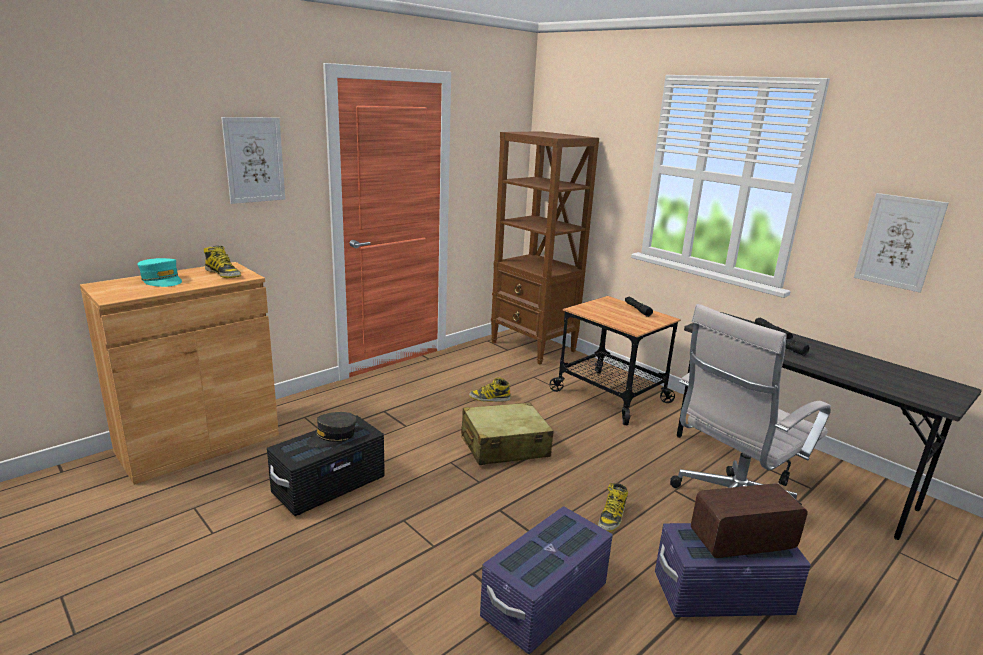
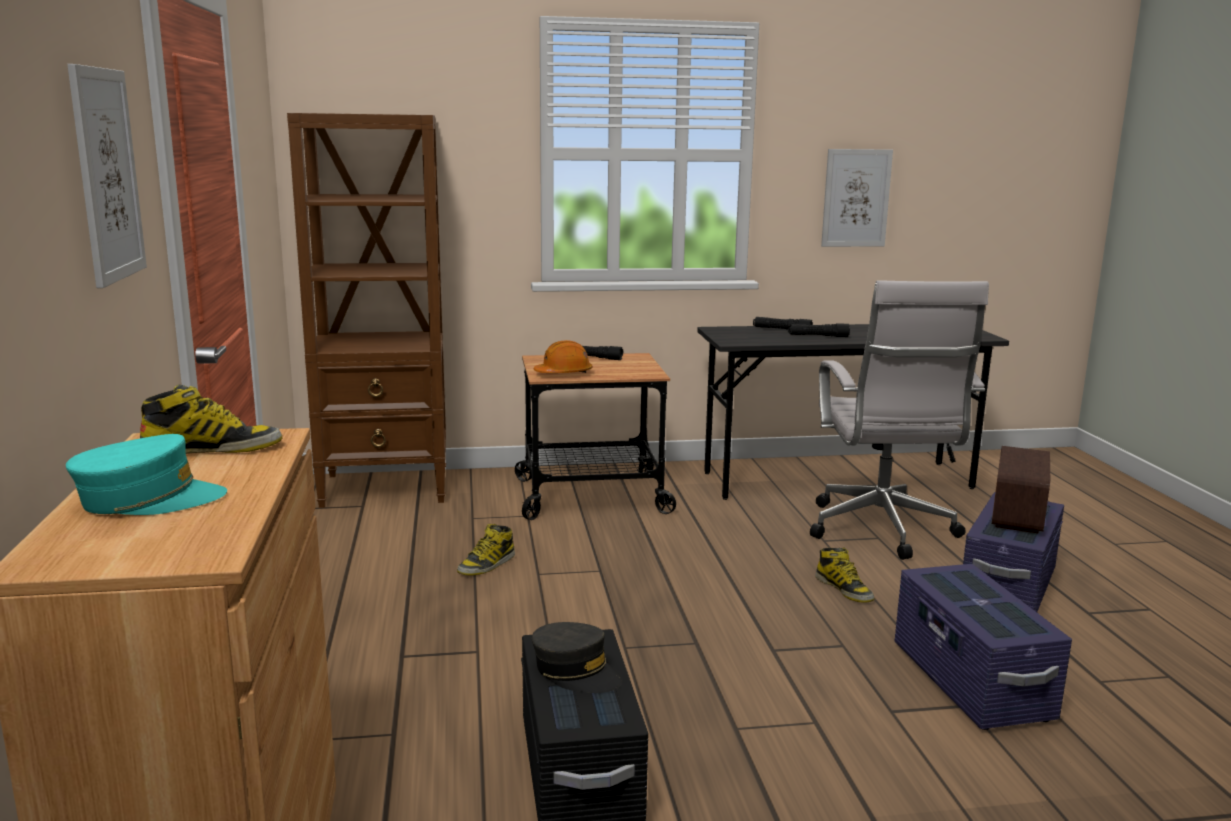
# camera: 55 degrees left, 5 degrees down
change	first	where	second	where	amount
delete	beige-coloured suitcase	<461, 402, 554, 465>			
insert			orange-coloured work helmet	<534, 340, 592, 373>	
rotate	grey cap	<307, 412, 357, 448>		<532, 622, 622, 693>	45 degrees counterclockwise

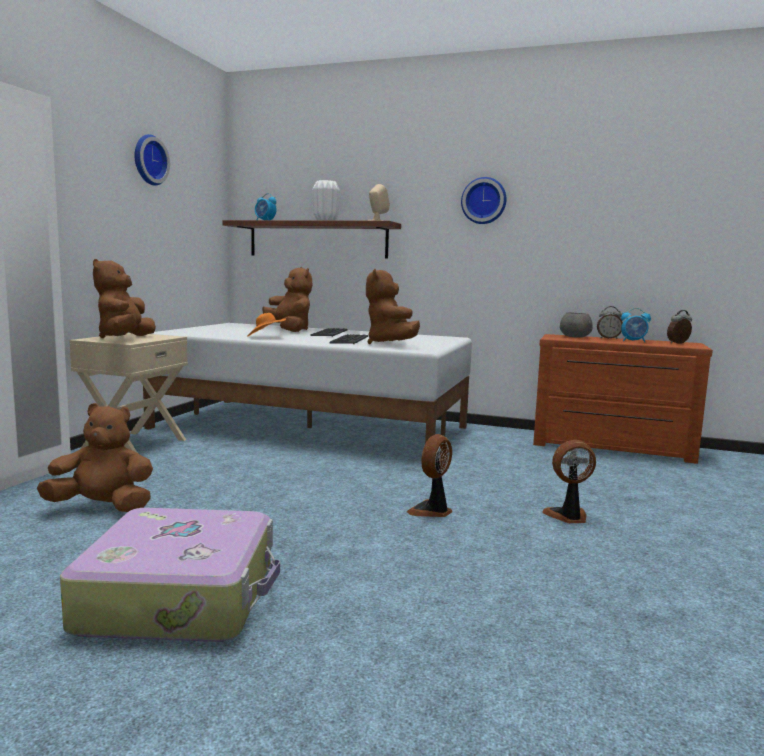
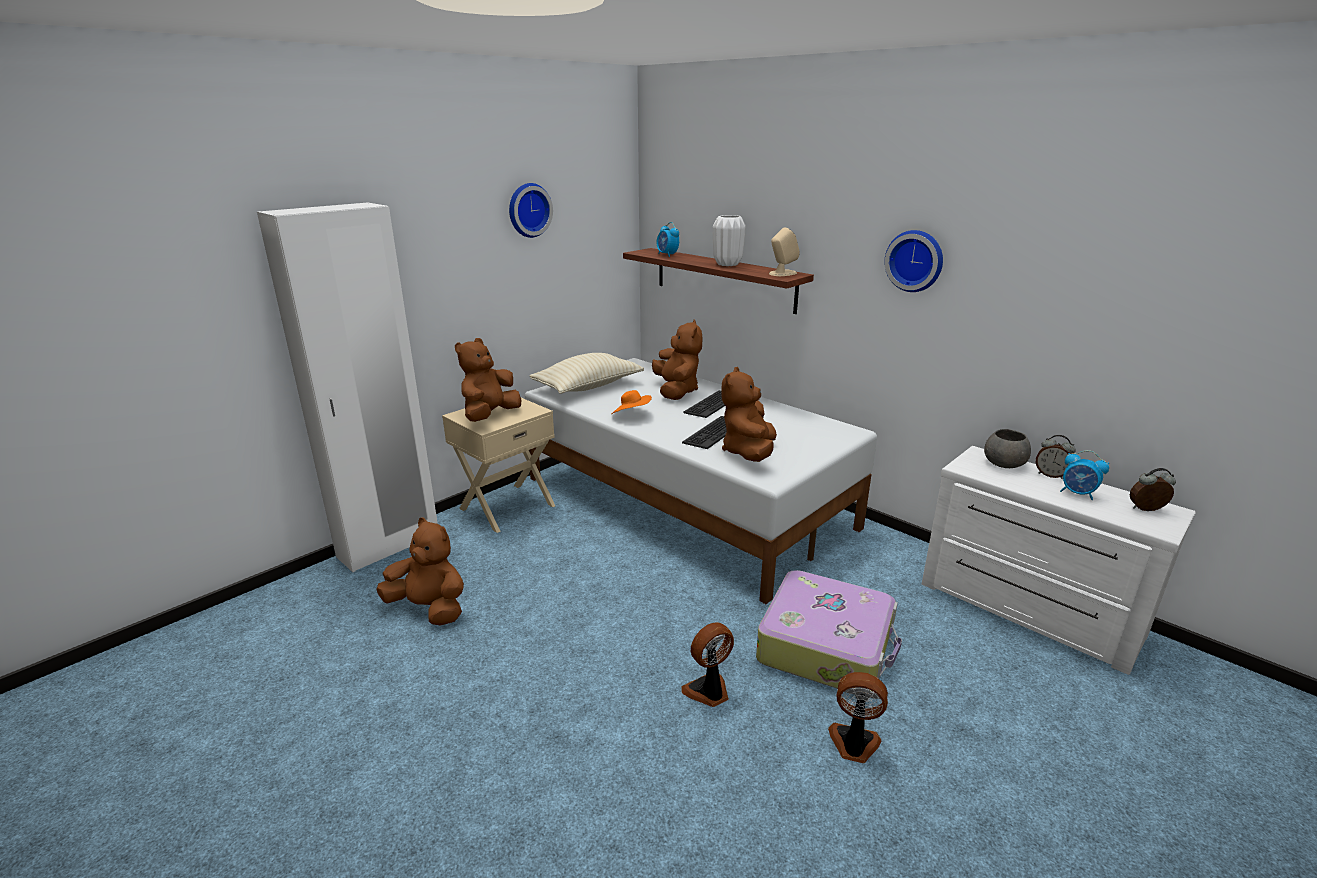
# camera: 25 degrees right, 15 degrees up
change	first	where	second	where	amount
insert			beige-coloured cushion	<529, 353, 644, 394>	
move	suitcase	<60, 508, 280, 642>		<756, 570, 902, 691>	
recolor	brown dresser	<533, 334, 713, 464>	white-coloured dresser	<922, 446, 1196, 675>	

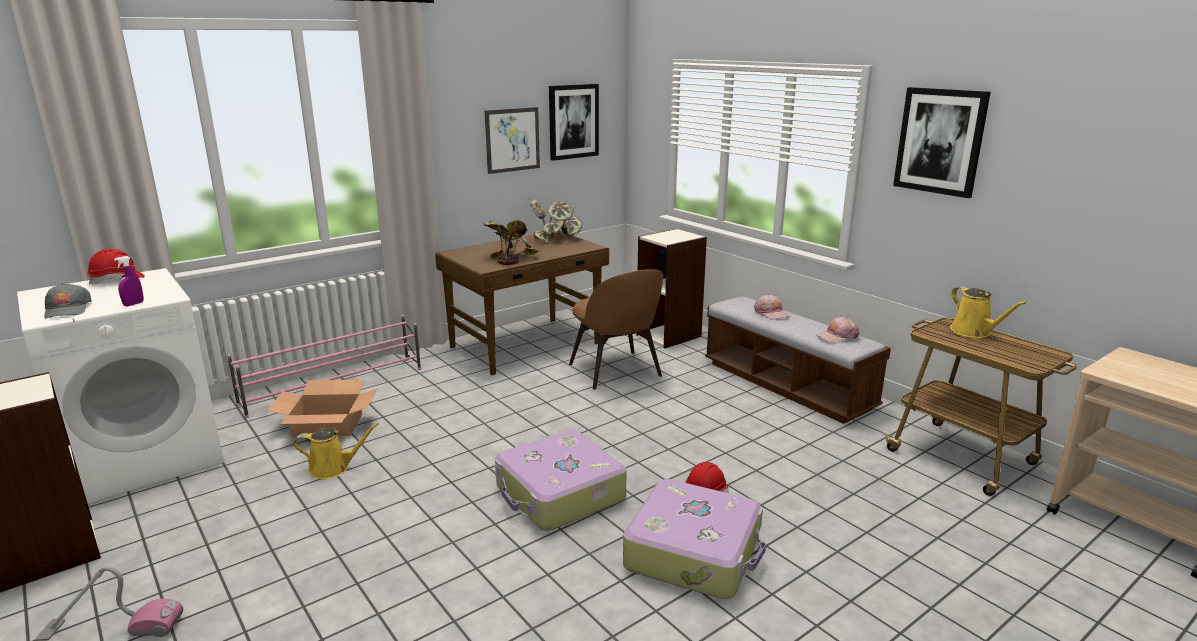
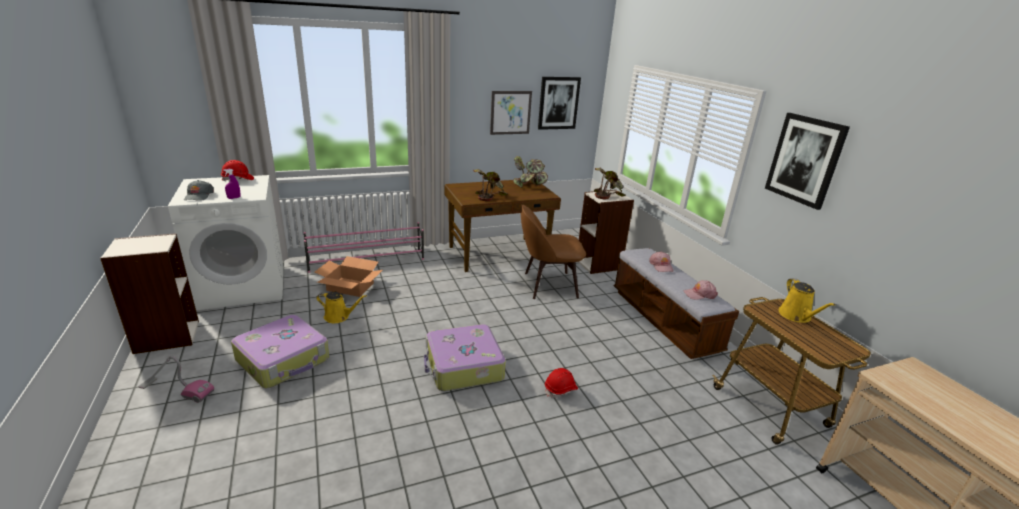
# camera: 15 degrees right, 5 degrees up
change	first	where	second	where	amount
insert			houseplant	<594, 168, 625, 199>	
move	suitcase	<623, 479, 766, 599>		<231, 315, 329, 388>	
rotate	brown upright chair	<569, 269, 664, 390>		<521, 204, 586, 299>	90 degrees clockwise

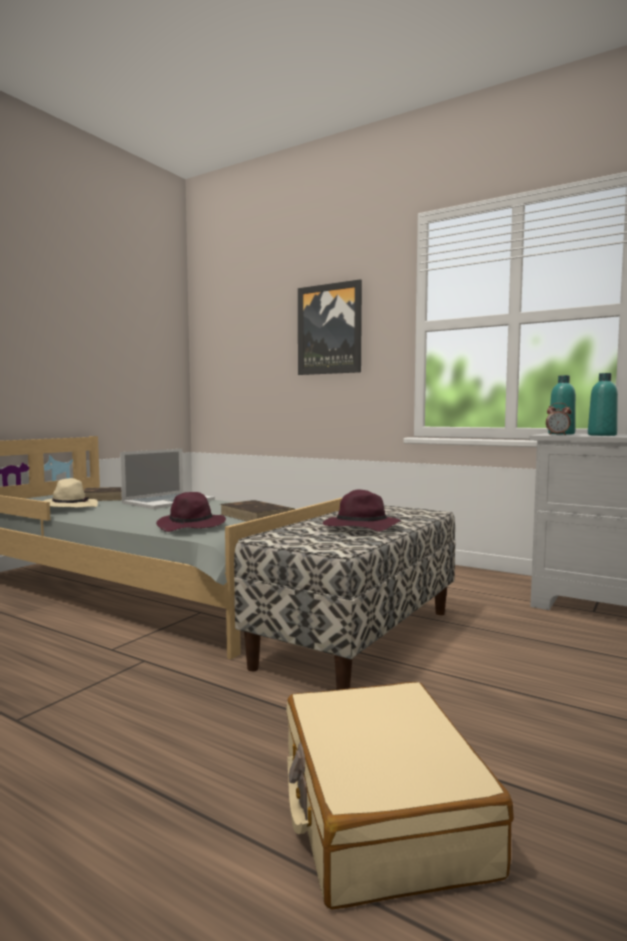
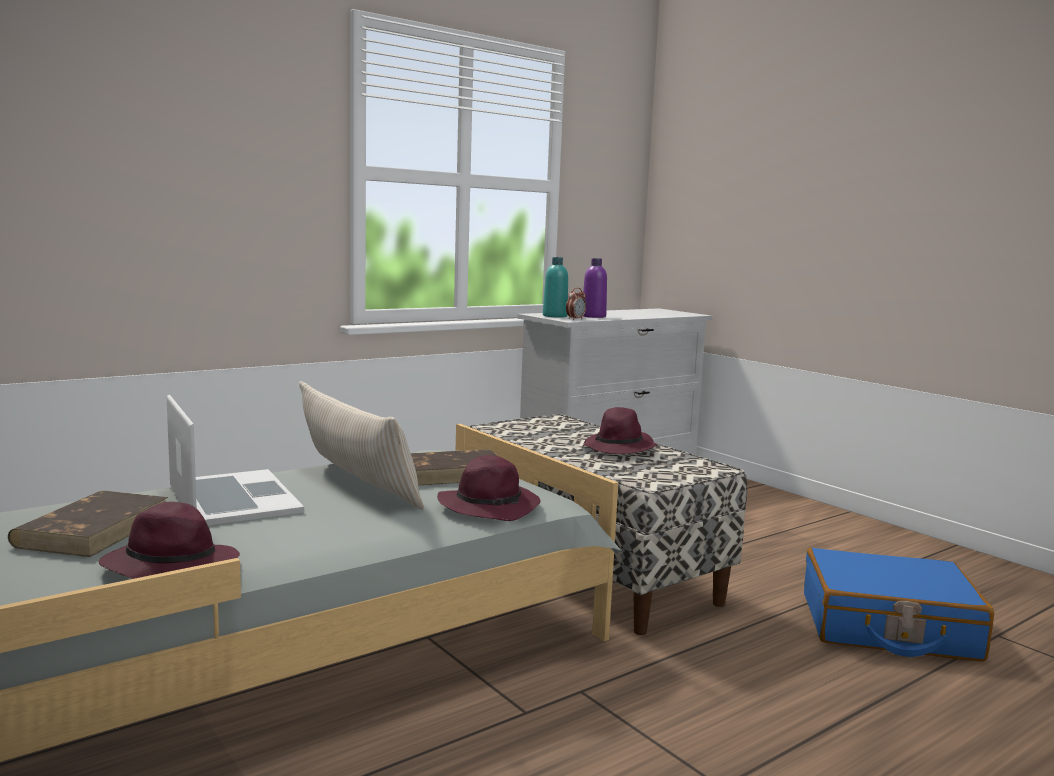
# camera: 70 degrees left, 5 degrees up
change	first	where	second	where	amount
delete	picture	<298, 279, 362, 375>			
insert			beige-coloured cushion	<299, 381, 424, 510>	
recolor	beige-coloured wearable hat	<44, 478, 98, 508>	purplish wearable hat	<99, 502, 240, 579>	
recolor	beige-coloured suitcase	<286, 682, 514, 909>	blue-coloured suitcase	<804, 548, 994, 662>	
recolor	turquoise-coloured drink bottle	<588, 373, 618, 436>	purplish drink bottle	<583, 258, 607, 318>	

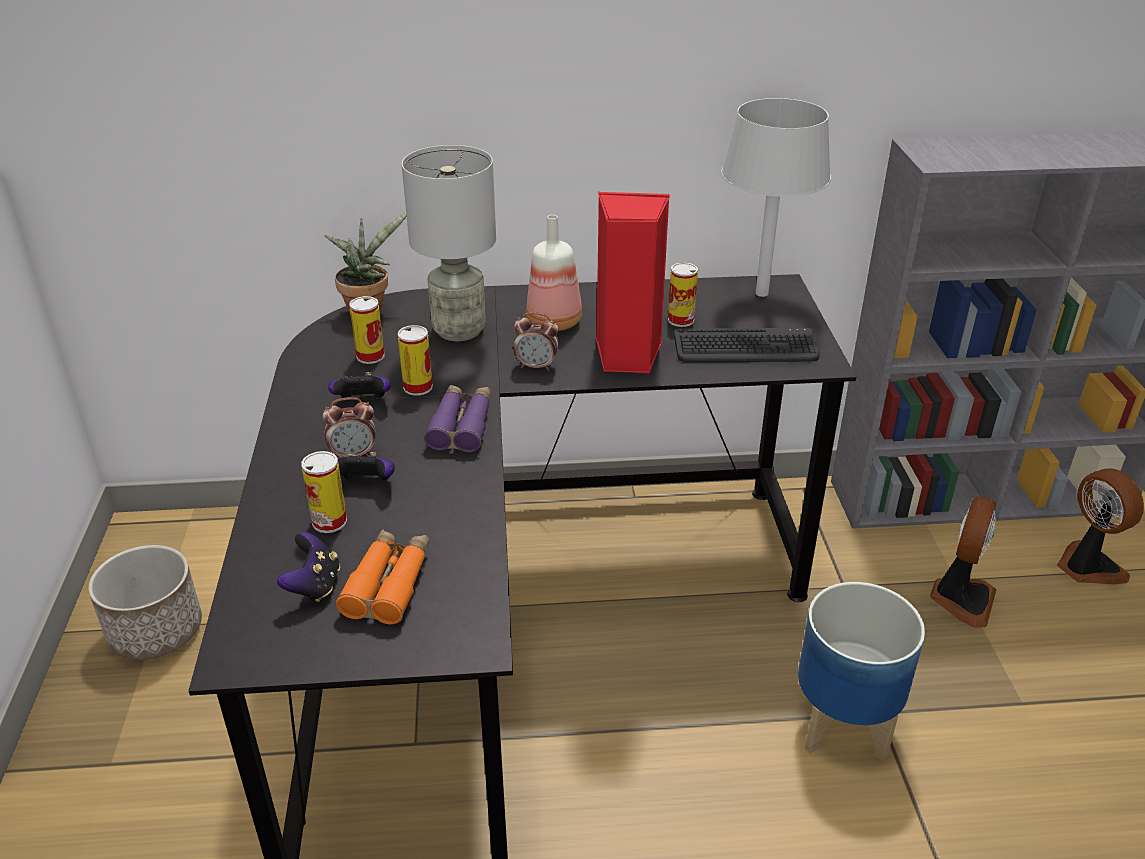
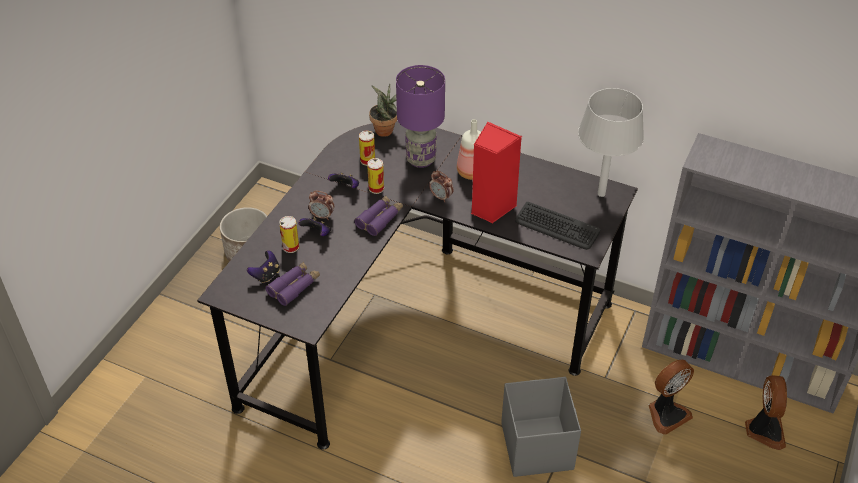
# camera: 30 degrees right, 10 degrees up
change	first	where	second	where	amount
delete	metal can	<668, 262, 698, 327>			
replace	planter	<798, 582, 925, 761>	grey storage bin	<501, 377, 581, 477>	
recolor	orange-coloured pair of binoculars	<336, 529, 430, 624>	purplish pair of binoculars	<265, 262, 320, 306>	
recolor	grey lamp for a table	<402, 145, 496, 341>	purplish lamp for a table	<396, 65, 445, 168>	

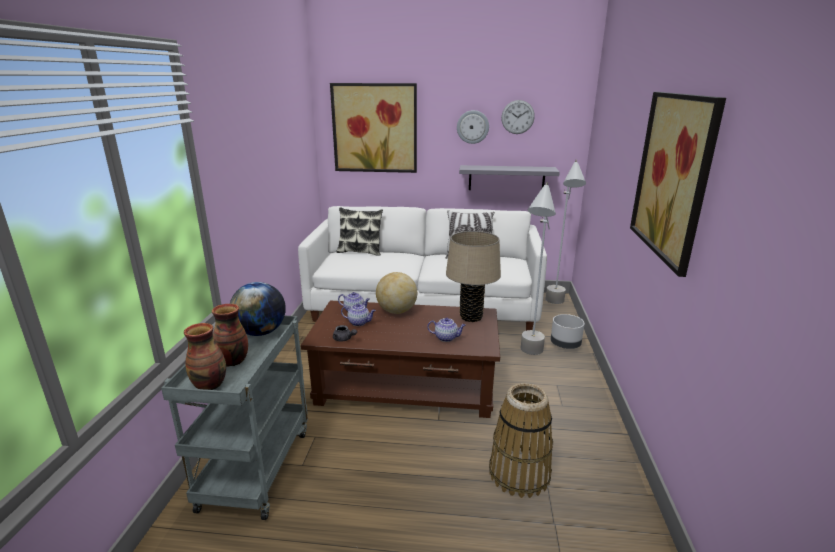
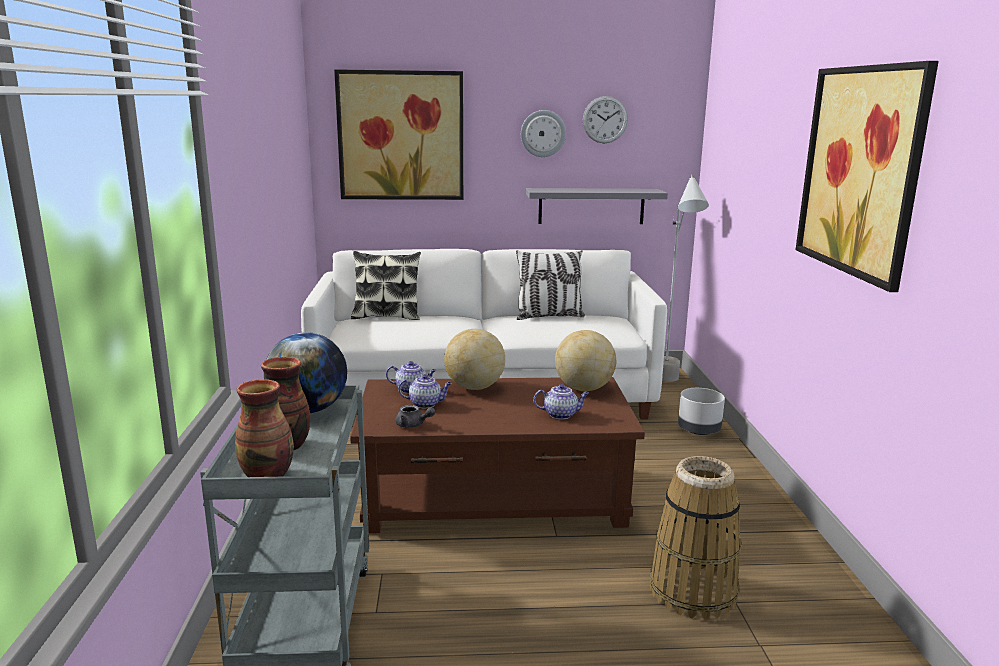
# camera: 10 degrees left, 5 degrees down
change	first	where	second	where	amount
delete	grey standing lamp	<521, 182, 556, 355>			
replace	beige-coloured lamp for a table	<446, 231, 501, 322>	globe	<555, 330, 616, 391>	

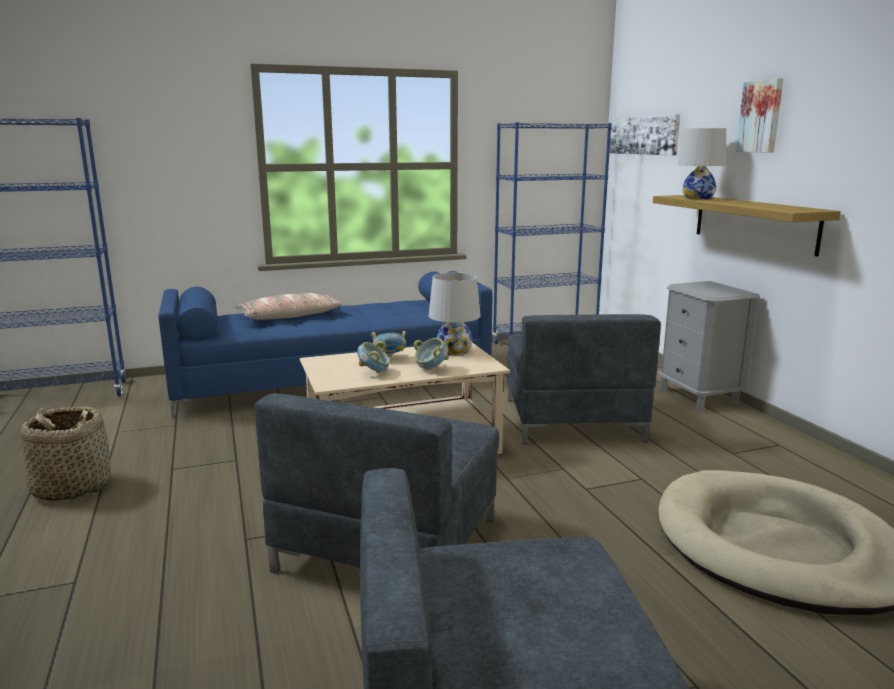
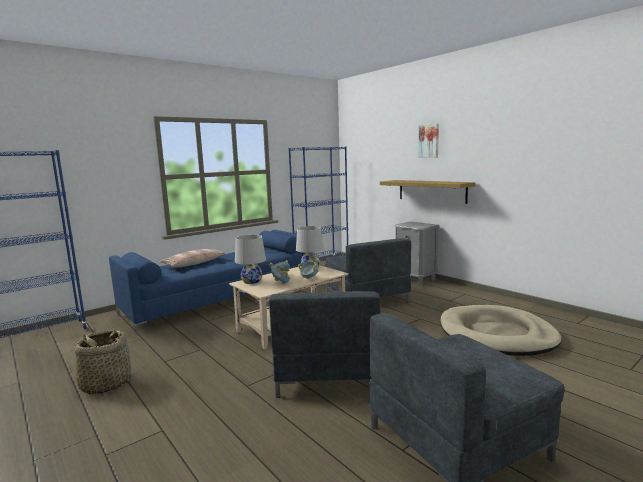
# camera: 20 degrees left, 5 degrees down
change	first	where	second	where	amount
delete	picture	<609, 115, 680, 155>			
move	white-coloured lamp for a table	<678, 128, 726, 199>		<235, 235, 266, 284>	

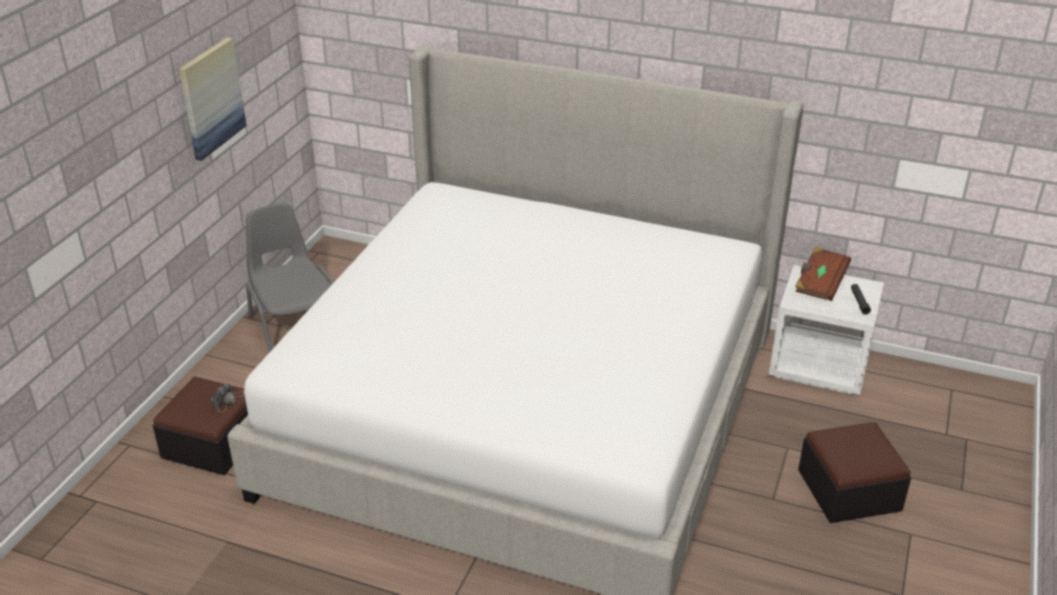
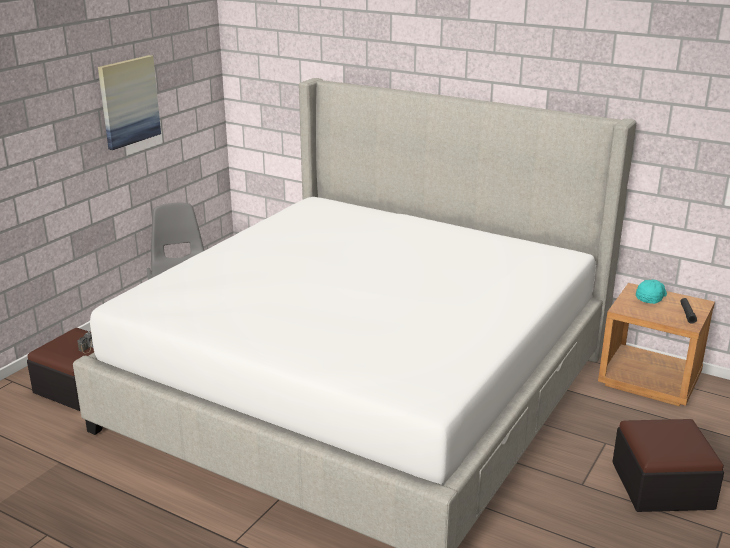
# camera: 10 degrees right, 10 degrees down
change	first	where	second	where	amount
replace	brown book	<795, 246, 851, 301>	turquoise-coloured cap	<636, 280, 667, 304>	
recolor	white-coloured night table	<769, 265, 884, 395>	brown night table	<598, 283, 715, 406>	

